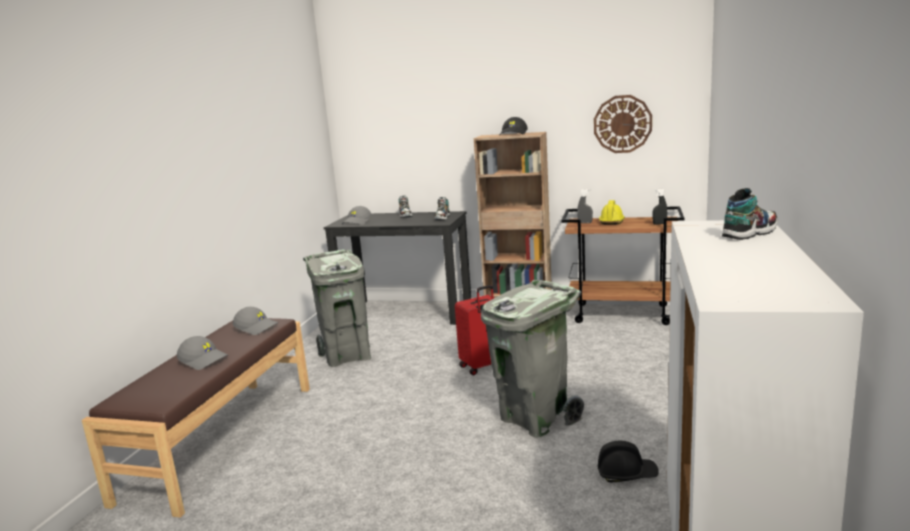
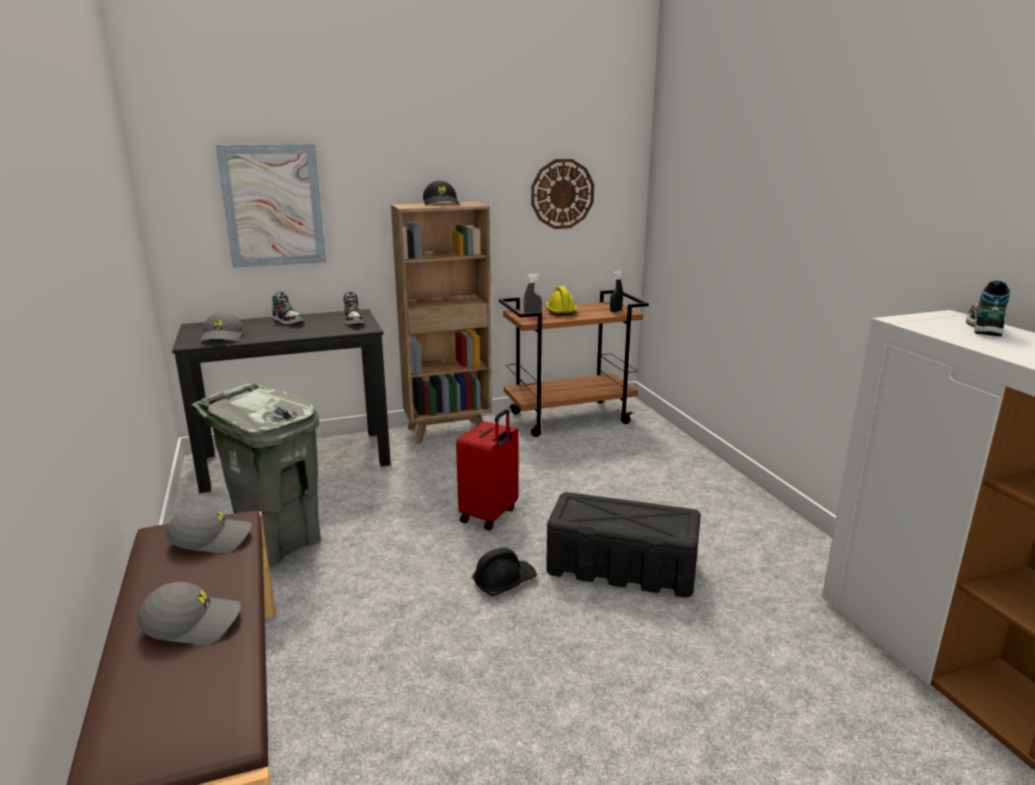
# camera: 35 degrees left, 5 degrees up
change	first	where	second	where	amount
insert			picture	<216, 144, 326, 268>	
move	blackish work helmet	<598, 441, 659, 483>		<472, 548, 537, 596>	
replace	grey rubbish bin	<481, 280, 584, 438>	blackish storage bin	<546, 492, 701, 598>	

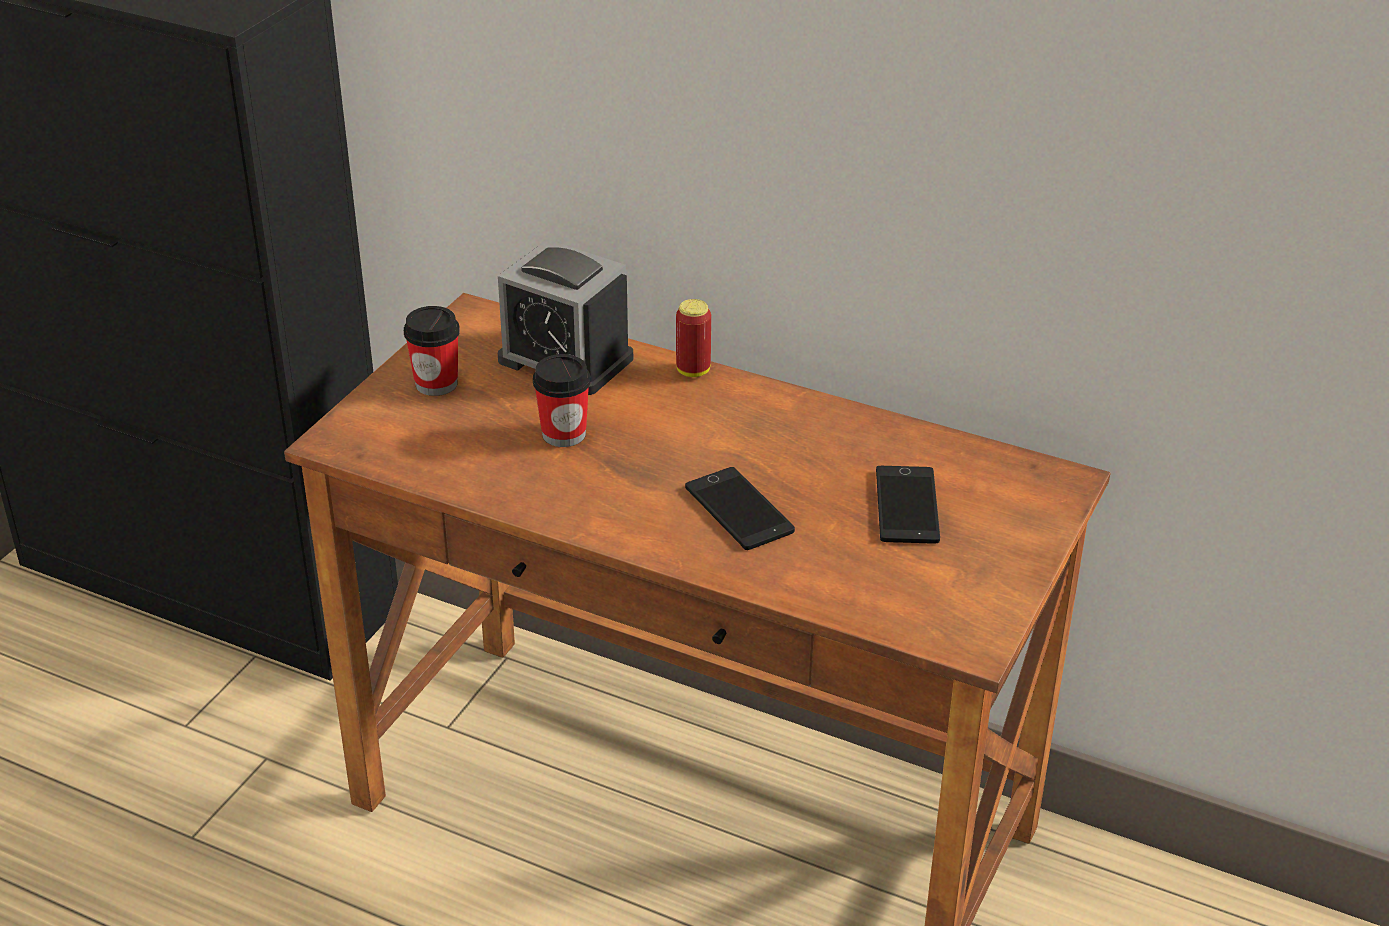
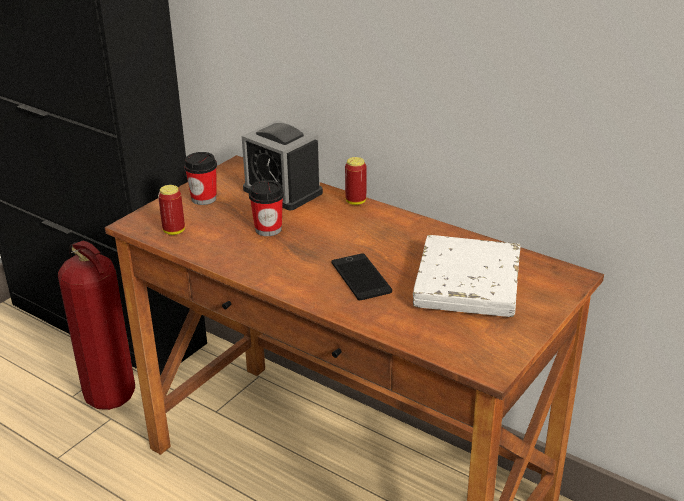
# camera: 10 degrees right, 5 degrees down
change	first	where	second	where	amount
insert			fire extinguisher	<58, 241, 135, 410>	
insert			metal can	<158, 185, 185, 235>	
replace	phone	<876, 466, 940, 544>	white-coloured book	<413, 235, 520, 317>	

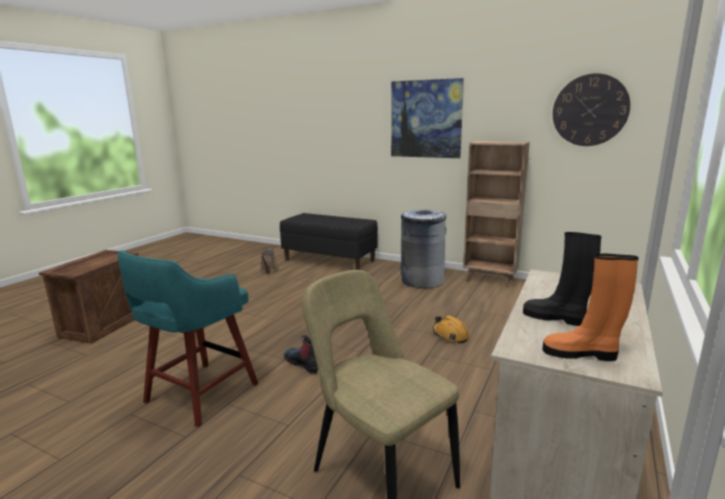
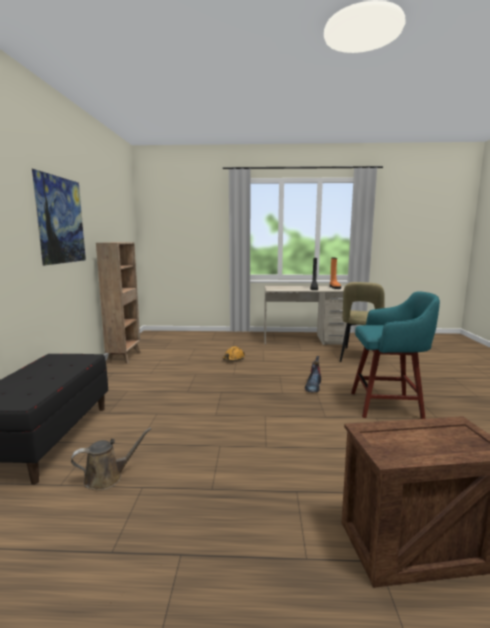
# camera: 115 degrees left, 5 degrees down
change	first	where	second	where	amount
delete	grey rubbish bin	<401, 210, 446, 288>			
delete	wall clock	<553, 73, 630, 146>			

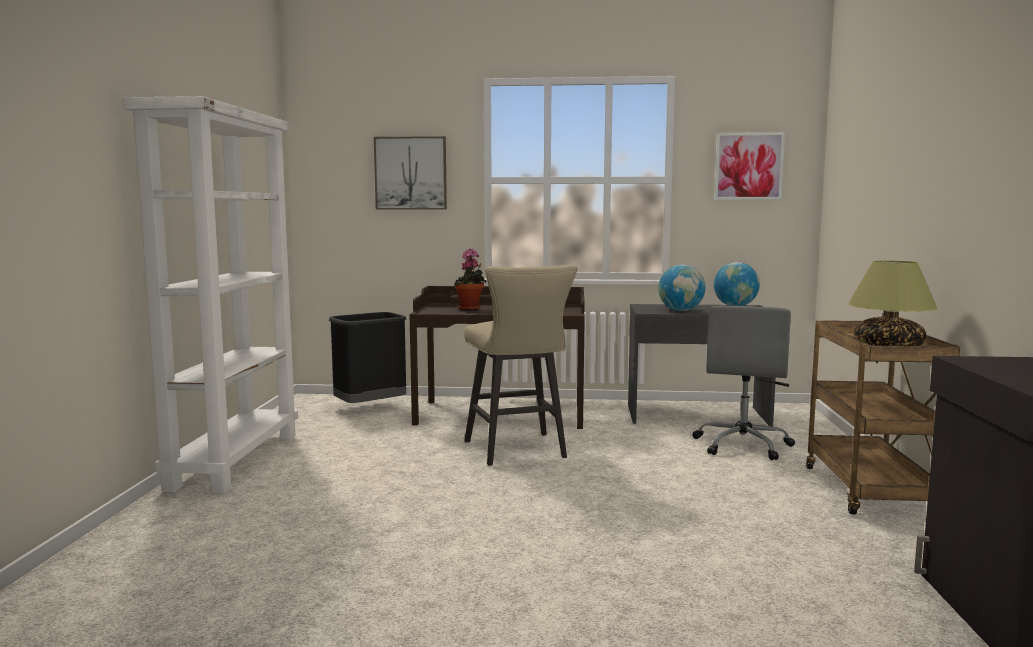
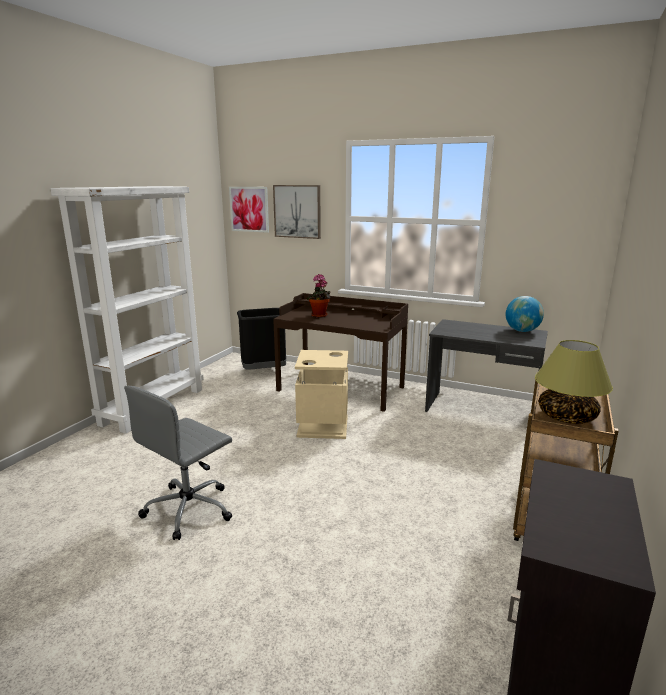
# camera: 20 degrees right, 10 degrees up
change	first	where	second	where	amount
delete	globe	<658, 265, 705, 311>			
move	grey office chair	<692, 306, 795, 460>		<124, 386, 232, 540>	
move	picture	<714, 132, 785, 200>		<229, 187, 269, 233>	
replace	beige-coloured stool seat	<464, 265, 577, 466>	beige-coloured rubbish bin	<295, 350, 348, 439>	

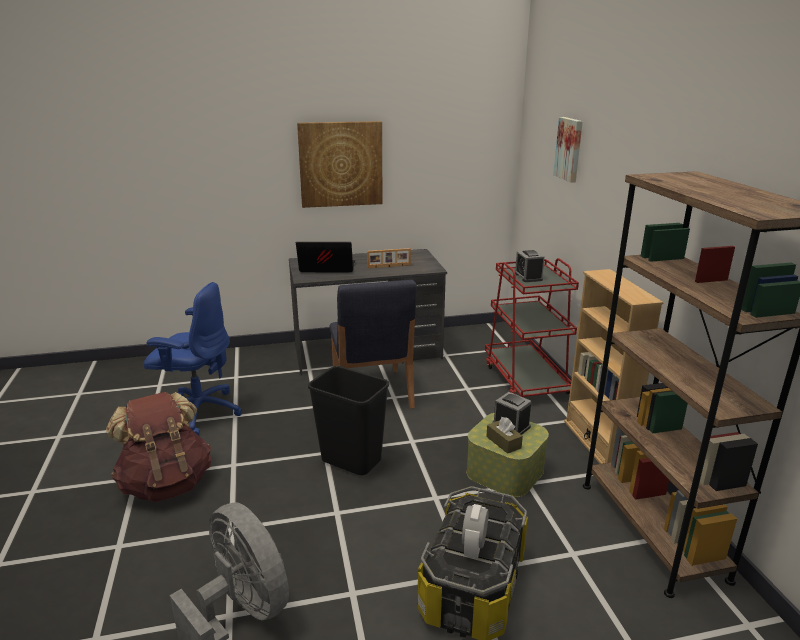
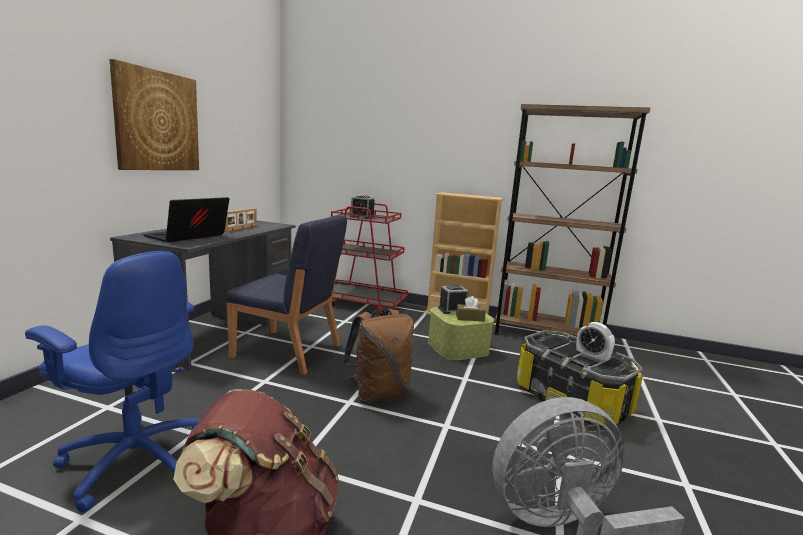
# camera: 60 degrees left, 10 degrees down
change	first	where	second	where	amount
delete	picture	<553, 117, 583, 183>			
replace	blackish rubbish bin	<308, 366, 389, 475>	brown rucksack	<342, 308, 414, 403>	
rotate	blue-coloured office chair	<144, 282, 242, 435>		<25, 251, 200, 512>	75 degrees clockwise

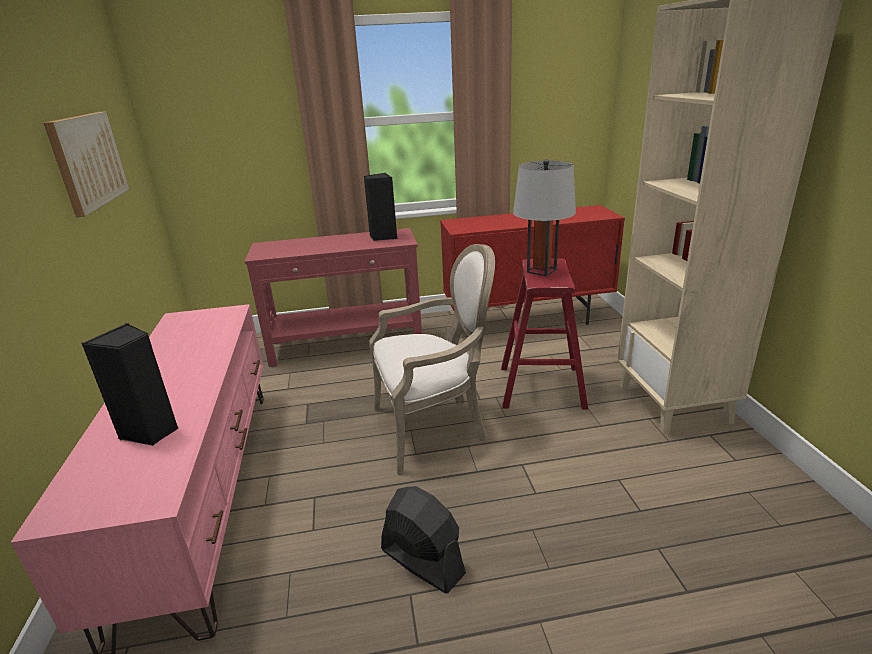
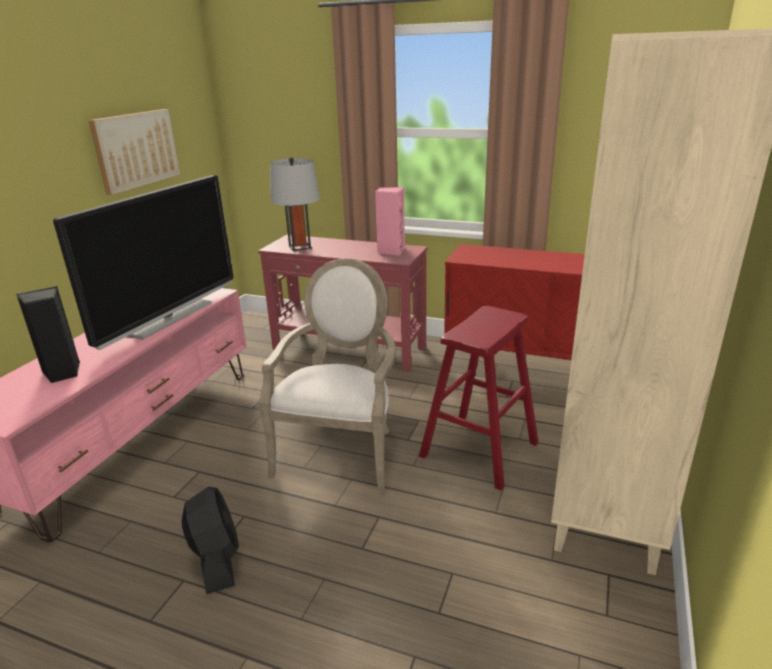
# camera: 30 degrees right, 0 degrees up
change	first	where	second	where	amount
insert			TV set	<53, 175, 233, 350>	
move	grey lamp for a table	<513, 159, 576, 277>		<270, 157, 320, 251>	
recolor	blackish speaker	<364, 173, 397, 241>	pink speaker	<375, 187, 405, 256>	
rotate	easy chair	<369, 244, 495, 475>		<259, 258, 396, 494>	90 degrees counterclockwise

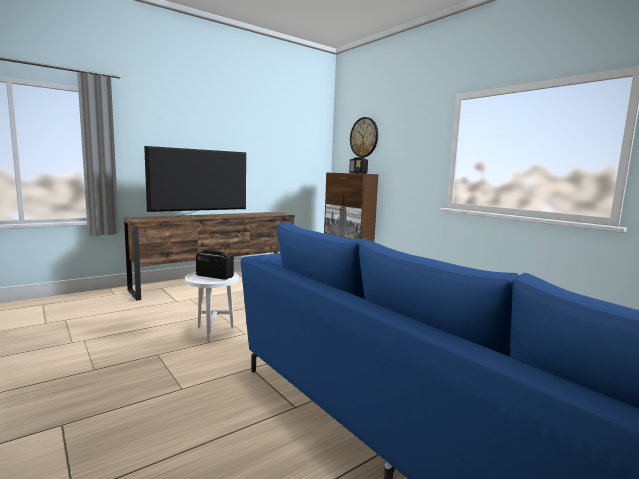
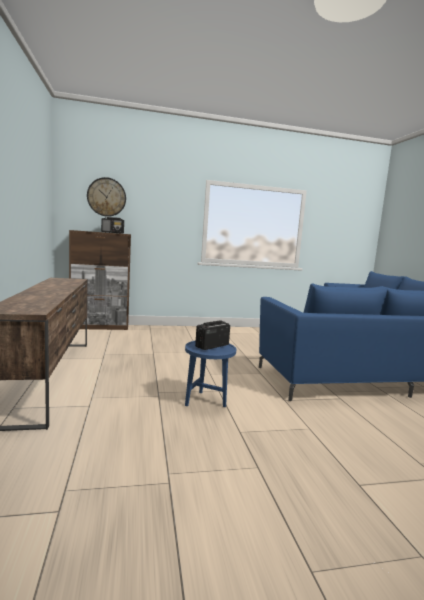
# camera: 65 degrees left, 0 degrees up
change	first	where	second	where	amount
delete	TV set	<144, 146, 246, 219>			
recolor	white-coloured accent table	<185, 272, 239, 342>	blue-coloured accent table	<185, 341, 236, 407>	

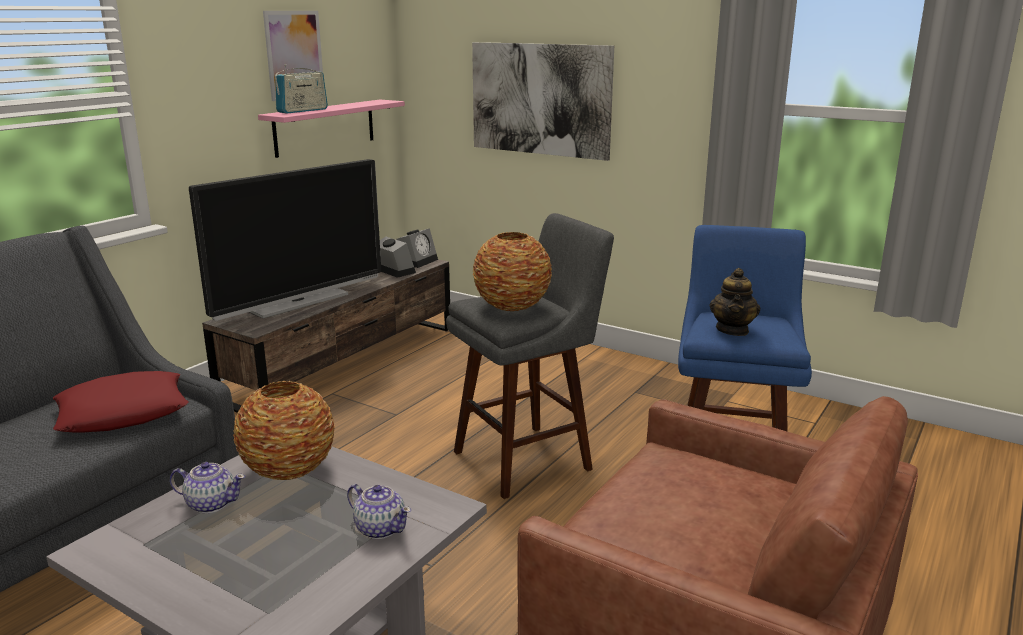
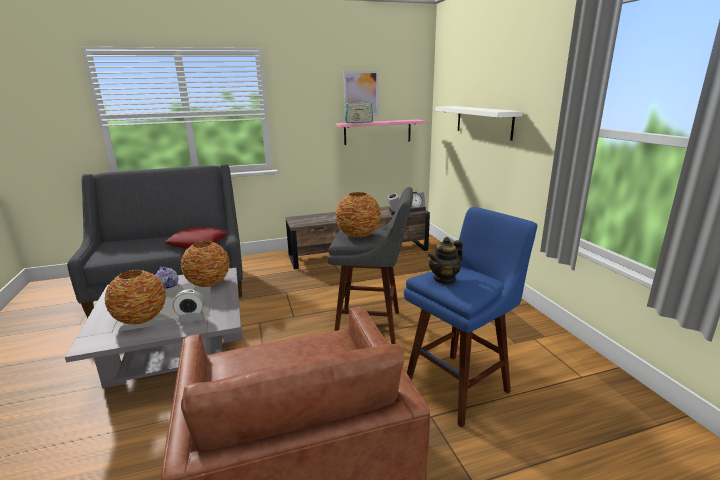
# camera: 40 degrees right, 0 degrees up
change	first	where	second	where	amount
delete	TV set	<189, 159, 381, 321>			
insert			decorative vase	<105, 270, 166, 325>	
replace	tea pot	<347, 484, 411, 539>	alarm clock	<173, 289, 204, 323>	
replace	picture	<472, 42, 614, 161>	white-coloured wall shelf	<435, 106, 523, 141>	

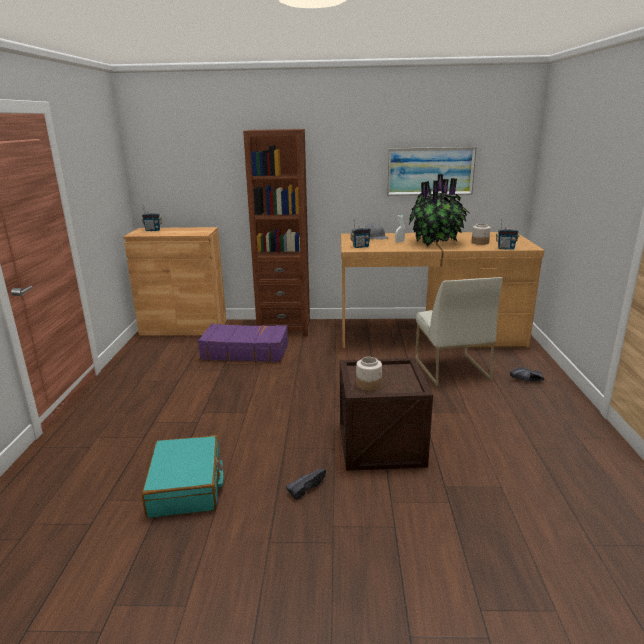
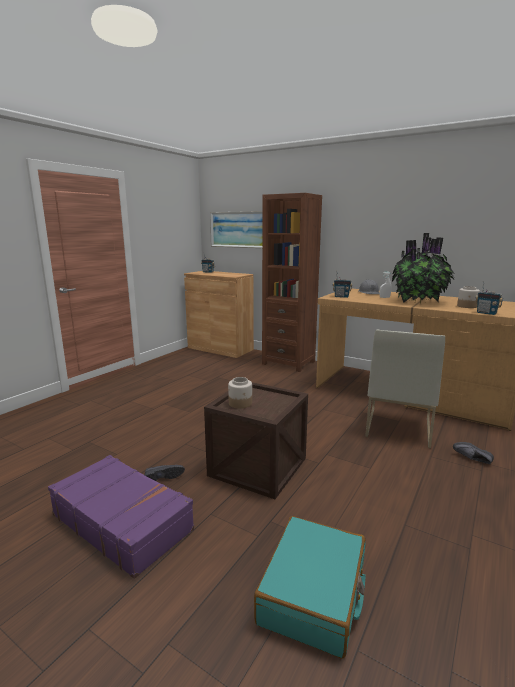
# camera: 30 degrees right, 5 degrees down
change	first	where	second	where	amount
move	turquoise-coloured suitcase	<142, 435, 224, 518>		<254, 516, 366, 659>	
move	purplish suitcase	<198, 324, 288, 362>		<48, 455, 194, 579>	
move	picture	<387, 147, 477, 196>		<210, 211, 263, 248>	

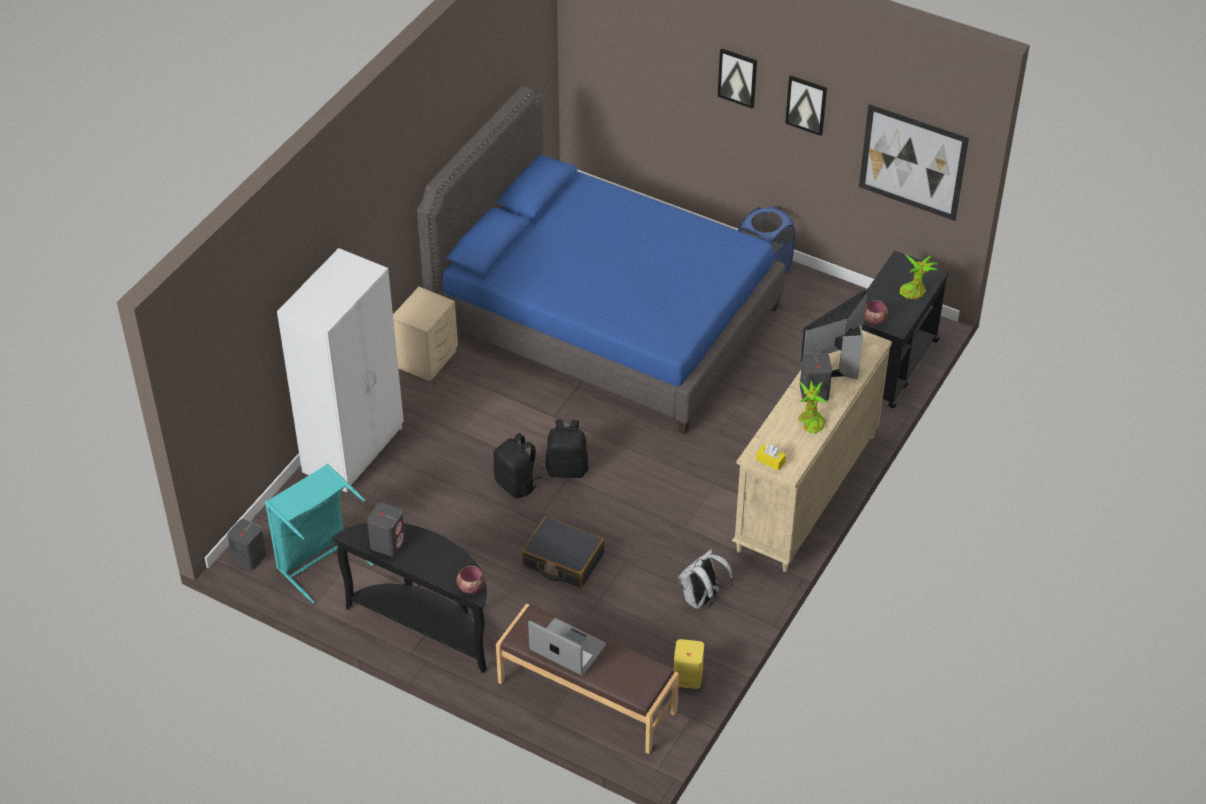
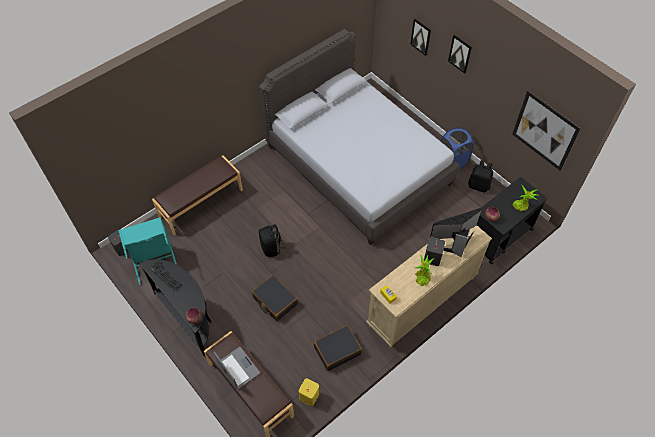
# camera: 20 degrees right, 10 degrees up
change	first	where	second	where	amount
delete	beige-coloured night table	<393, 287, 458, 382>			
move	blackish rucksack	<546, 420, 588, 478>		<468, 161, 493, 193>	
move	picture	<785, 75, 827, 136>		<410, 19, 431, 56>	
replace	white-coloured clothes cupboard	<277, 248, 404, 492>	brown indoor bench	<152, 156, 243, 235>	
replace	grey speaker	<367, 503, 405, 557>	keyboard	<150, 261, 182, 291>	
replace	white-coloured rucksack	<678, 549, 733, 609>	blackish suitcase	<314, 325, 362, 371>	
recolor	blue-coloured bedroom bed	<417, 86, 785, 434>	grey bedroom bed	<259, 29, 459, 245>	

